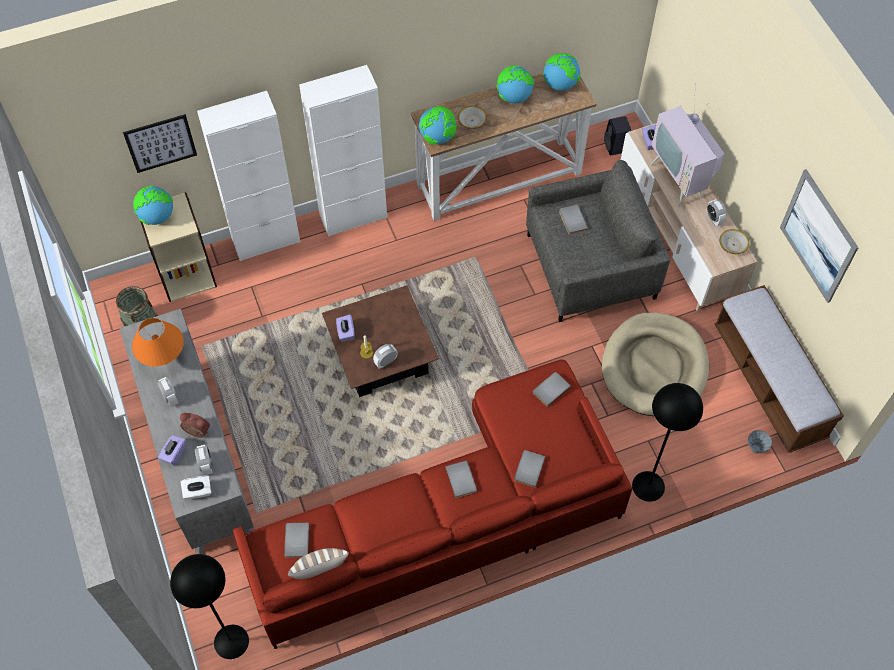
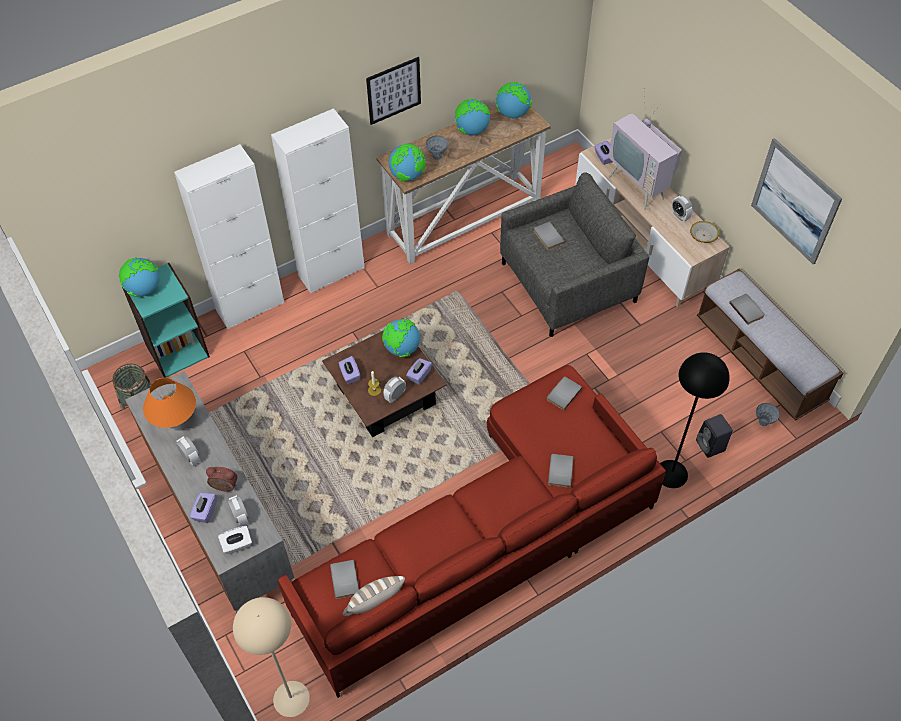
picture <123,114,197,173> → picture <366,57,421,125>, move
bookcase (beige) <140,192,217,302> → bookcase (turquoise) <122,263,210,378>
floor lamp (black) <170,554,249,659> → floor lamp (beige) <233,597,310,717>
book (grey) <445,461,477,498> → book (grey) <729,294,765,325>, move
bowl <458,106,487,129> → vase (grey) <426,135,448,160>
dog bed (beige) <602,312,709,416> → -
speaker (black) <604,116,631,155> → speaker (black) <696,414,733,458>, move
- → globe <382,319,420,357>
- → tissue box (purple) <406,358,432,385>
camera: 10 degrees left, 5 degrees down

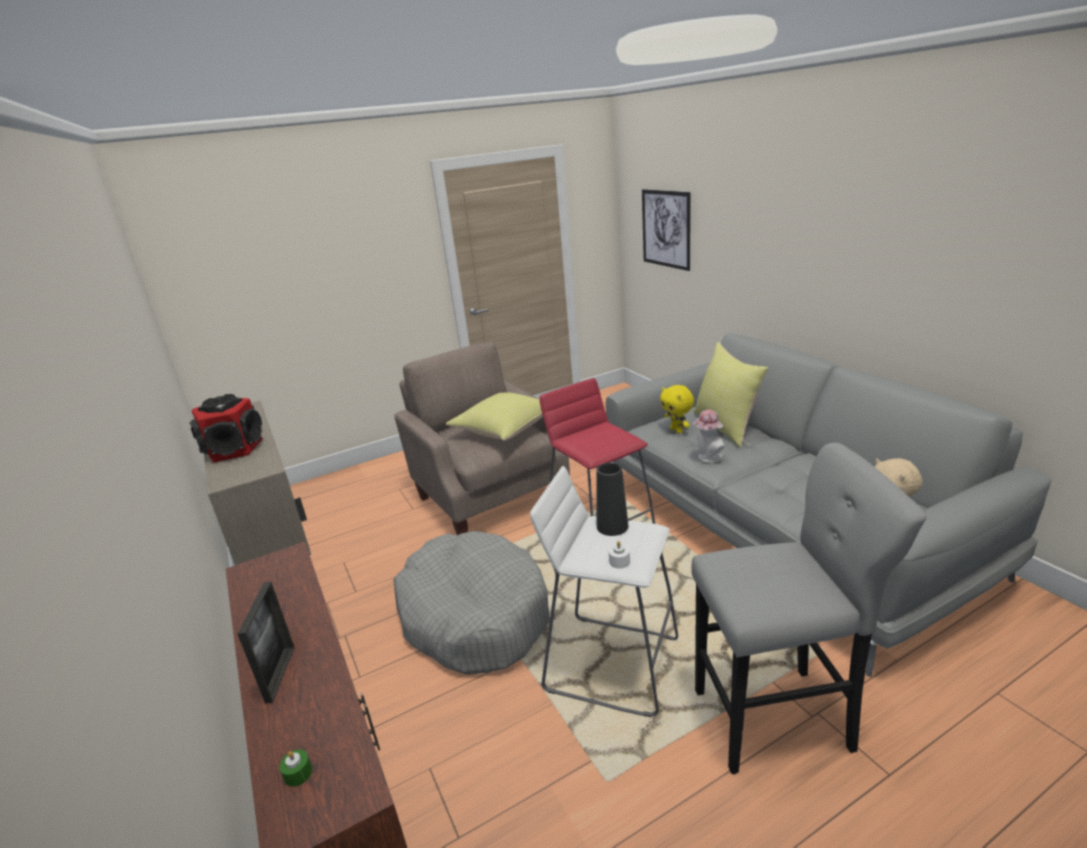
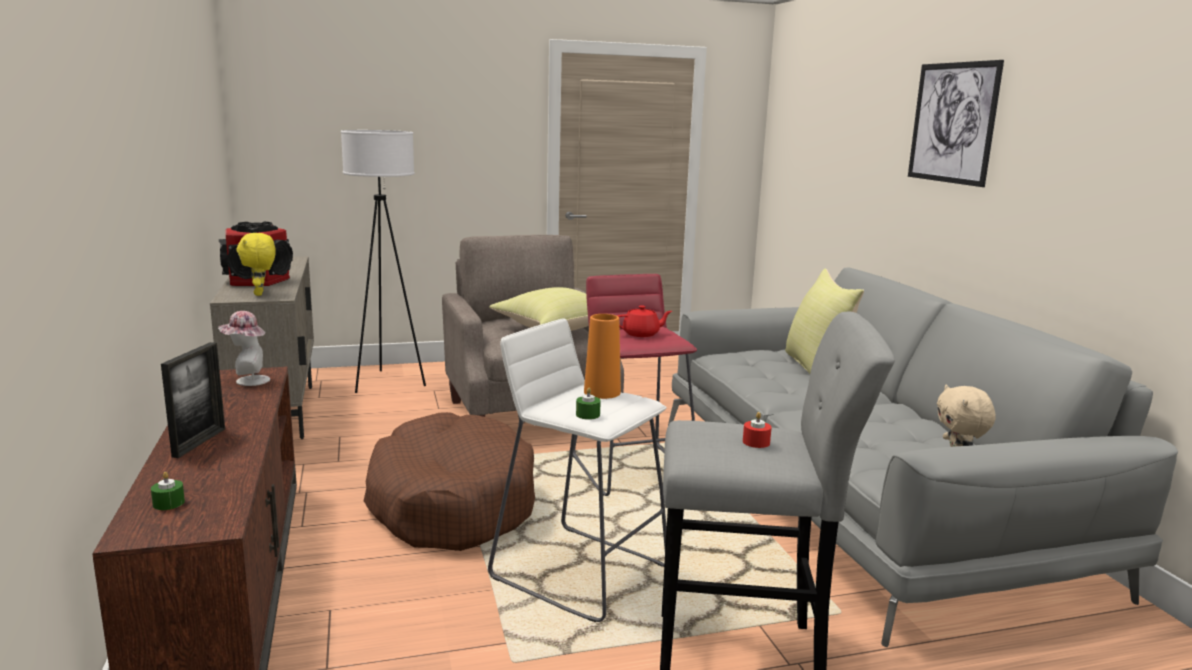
dog bed (grey) <393,531,550,675> → dog bed (brown) <364,412,535,551>
vase (black) <596,462,628,536> → vase (orange) <584,314,621,399>
candle (white) <609,541,630,569> → candle (green) <576,388,601,420>
picture <642,189,691,271> → picture <908,60,1004,187>, move
plush toy (yellow) <660,385,694,434> → plush toy (yellow) <236,233,276,296>, move
hat <693,410,725,463> → hat <218,311,270,386>, move
- → floor lamp (white) <341,130,426,393>
- → teapot (red) <617,305,672,337>
- → candle (red) <743,412,772,448>
camera: 10 degrees right, 10 degrees down

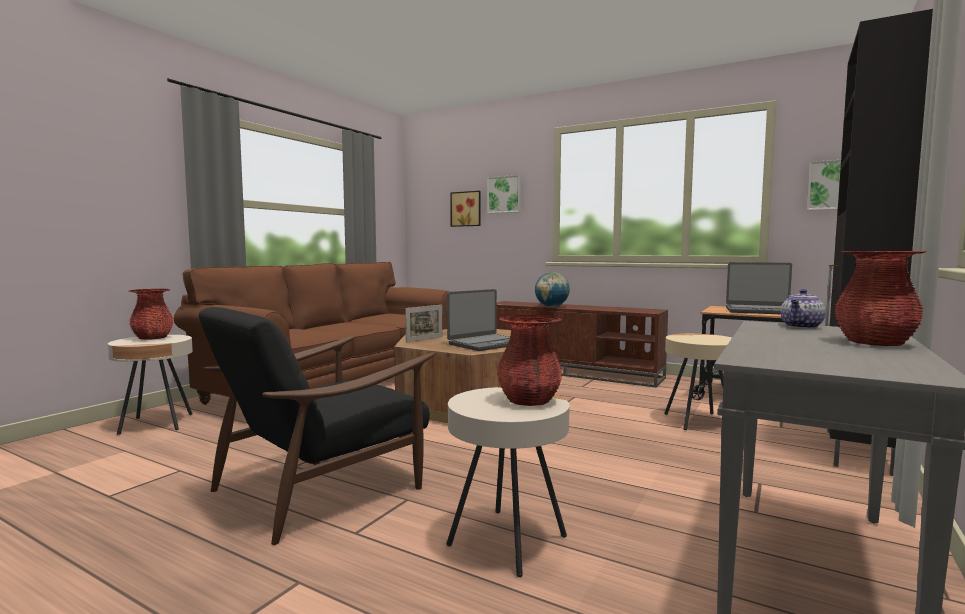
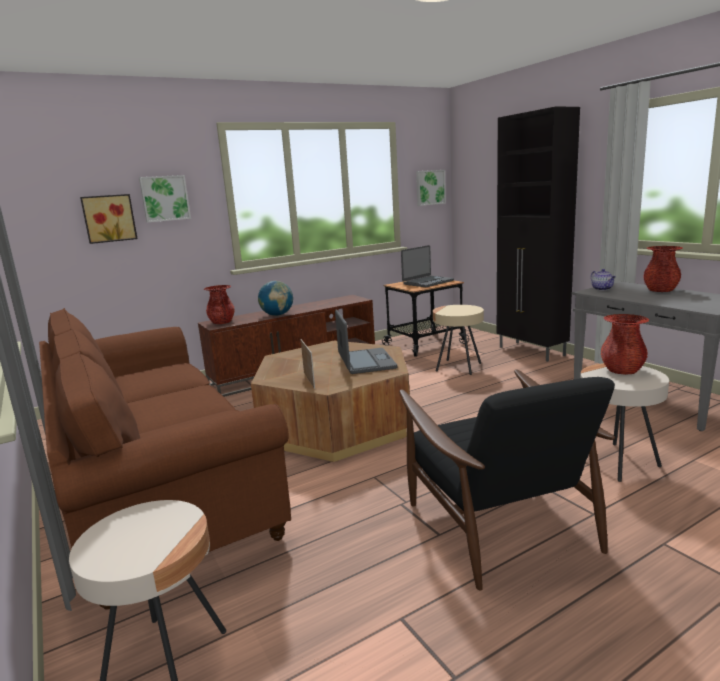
vase (red) <129,289,174,340> → vase (red) <204,285,235,324>, move
camera: 60 degrees left, 10 degrees up

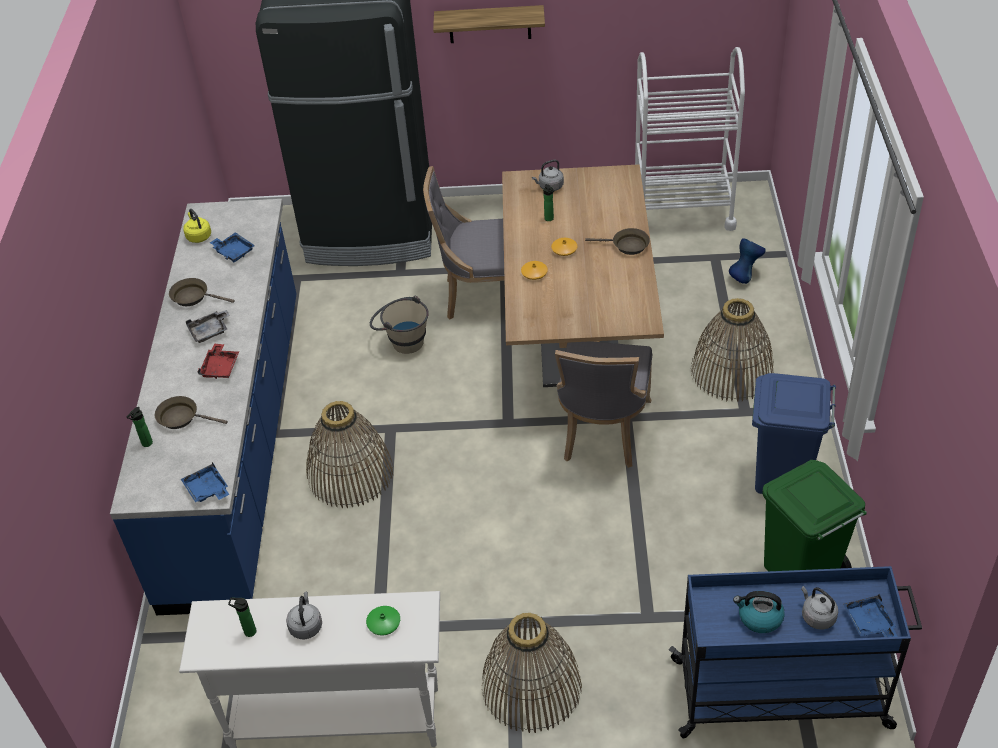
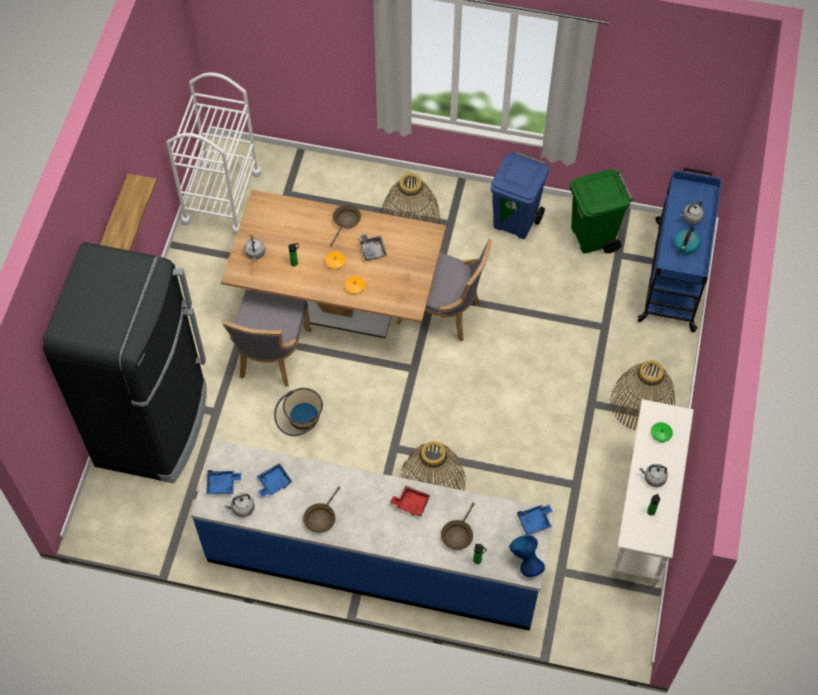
kettle (yellow) <183,209,211,243> → kettle (grey) <224,493,255,517>
tray (grey) <186,310,230,343> → tray (grey) <359,234,387,261>, move
vase (blue) <729,238,766,284> → vase (blue) <509,535,545,577>, move
tray (blue) <843,594,898,637> → tray (blue) <206,470,241,494>, move
camera: 80 degrees left, 15 degrees up

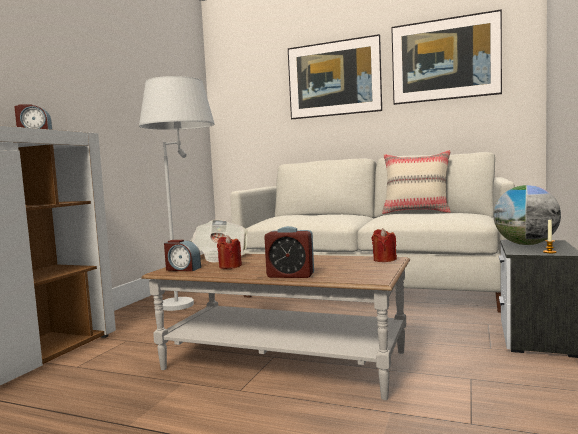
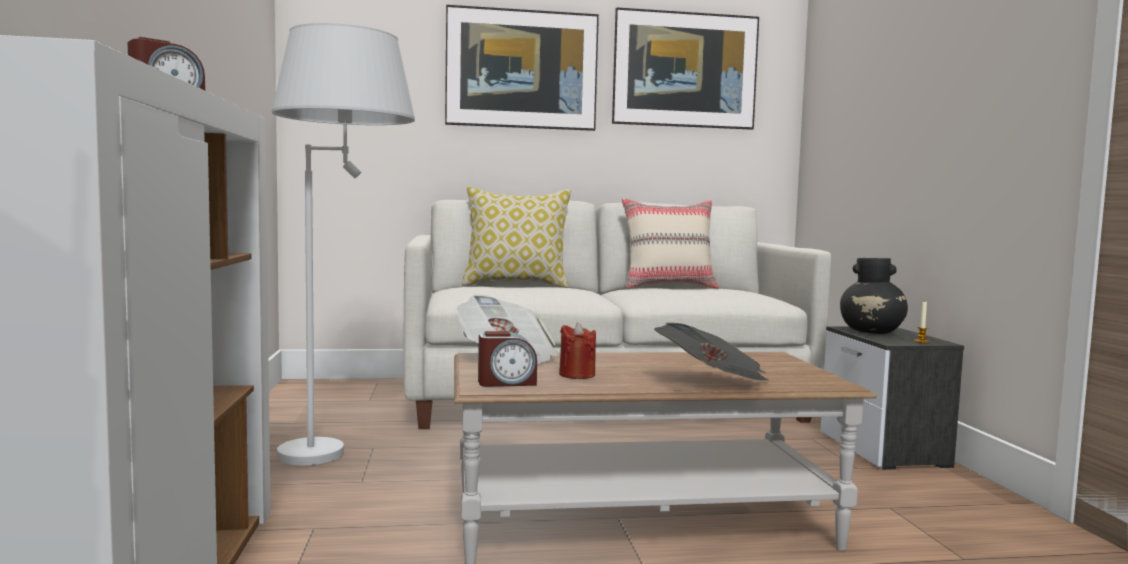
alarm clock <264,226,314,278> → newspaper <654,323,769,381>
candle (red) <372,228,397,262> → -
globe <493,185,561,245> → vase (black) <840,258,908,334>
- → pillow <462,187,571,288>
camera: 30 degrees left, 0 degrees up

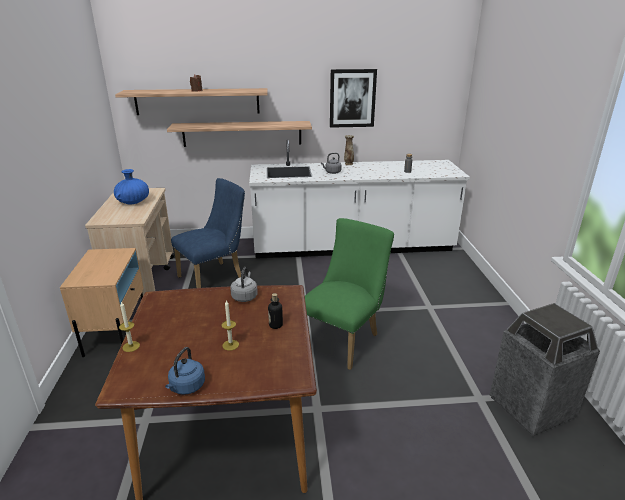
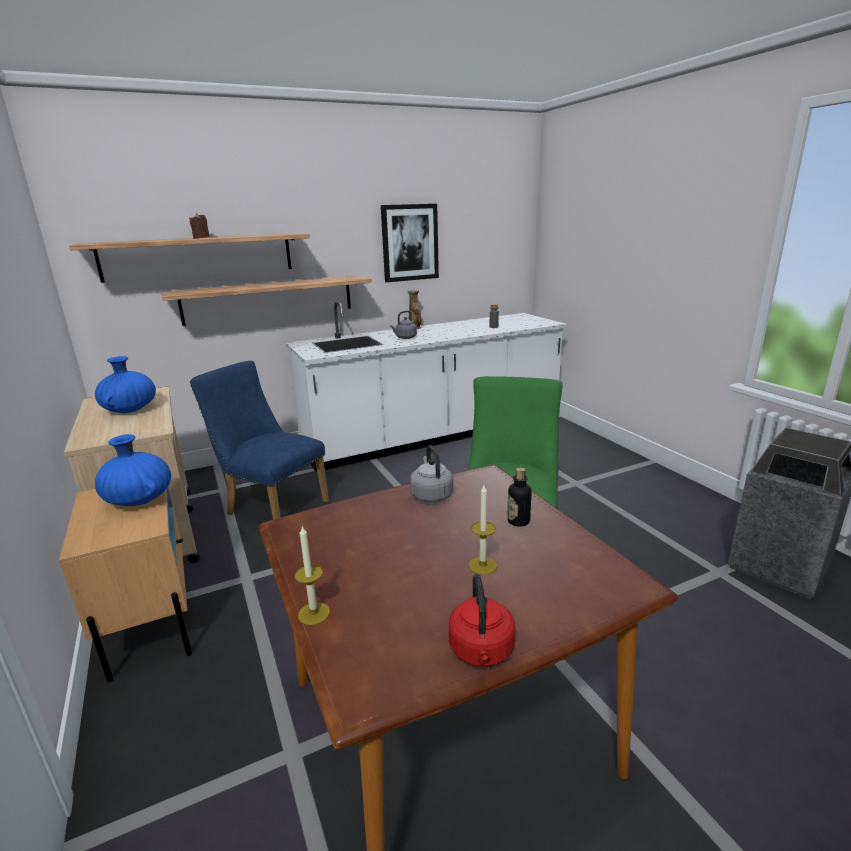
kettle (blue) <165,347,205,395> → kettle (red) <449,574,515,667>
chair (blue) <171,178,245,288> → chair (blue) <190,361,329,520>, 90 degrees counterclockwise
- → vase (blue) <95,434,171,506>
camera: 20 degrees left, 5 degrees down

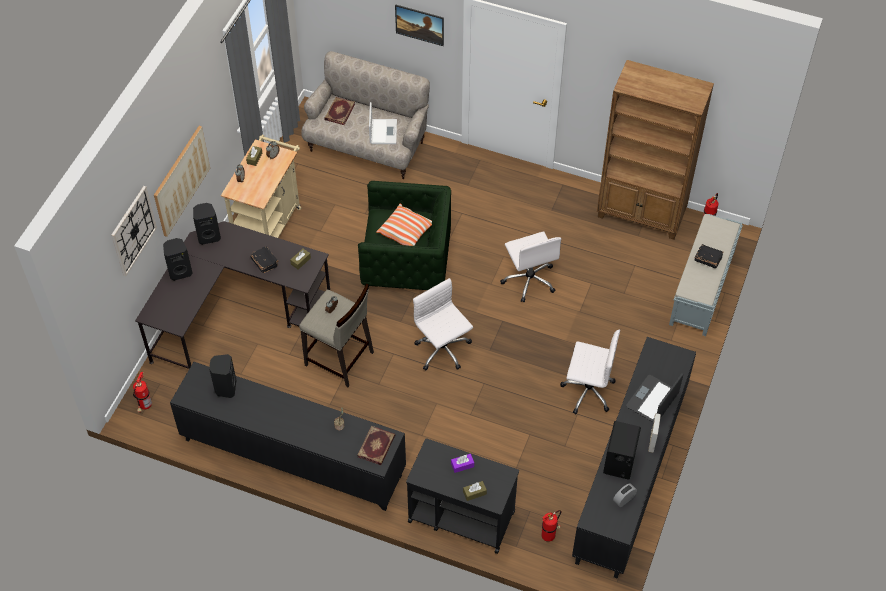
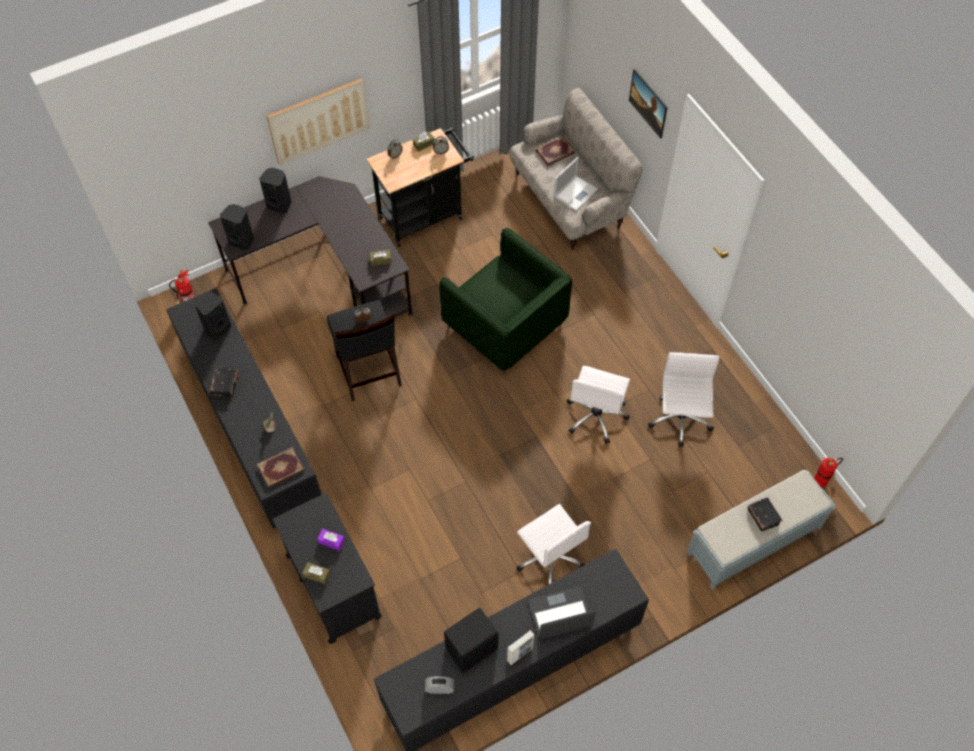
wall clock <111,186,157,276> → -
speaker (black) <193,203,221,245> → speaker (black) <220,204,254,250>, move
cart (beige) <221,135,301,238> → cart (black) <366,128,474,247>
book (black) <250,246,279,273> → book (black) <211,367,239,397>, move
stool (beige) <299,283,374,387> → stool (black) <327,300,402,401>
pillow <376,203,432,246> → -
office chair (white) <413,278,473,371> → office chair (white) <648,352,720,447>, move
fire extinguisher <541,510,562,542> → -
bookcase (brown) <597,60,714,240> → -
camera: 40 degrees right, 5 degrees up

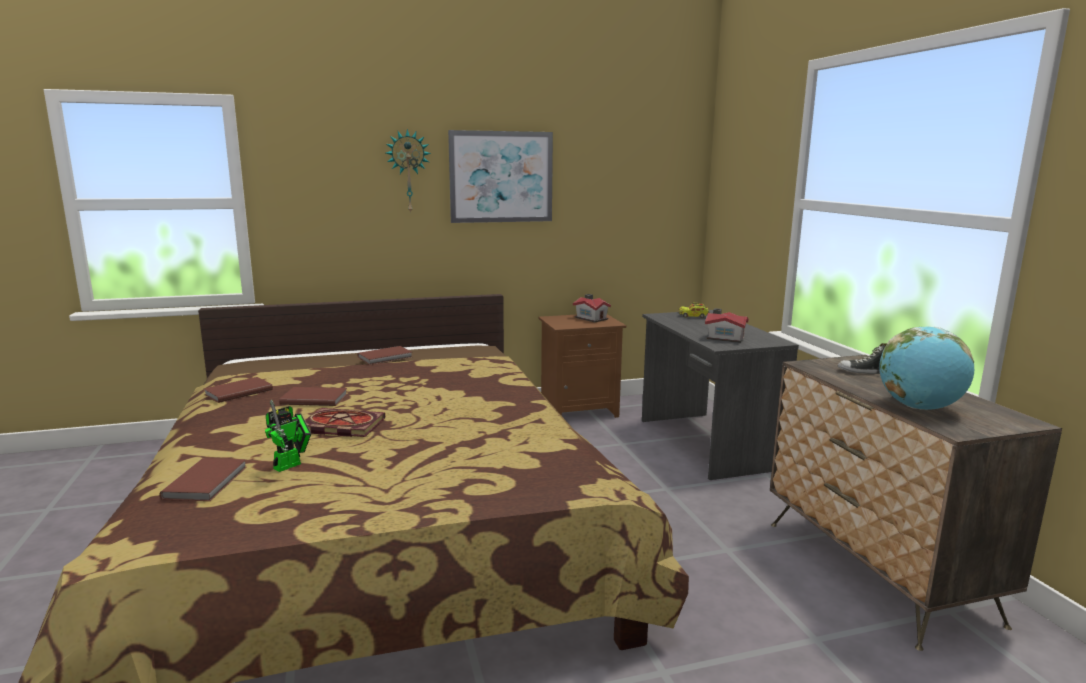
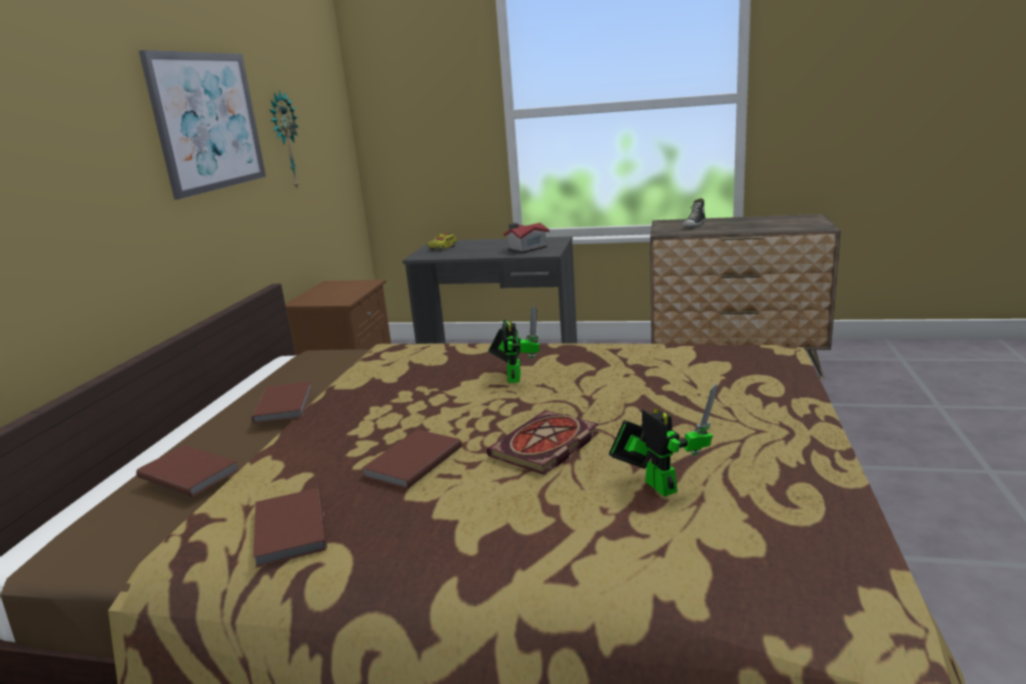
book (brown) <159,458,247,501> → book (brown) <136,445,239,497>, move
wall clock <386,129,431,214> → wall clock <269,90,299,190>, move
toy house <573,294,611,322> → -
globe <879,326,974,410> → -
- → toy robot <488,306,540,383>
camera: 60 degrees left, 5 degrees up

